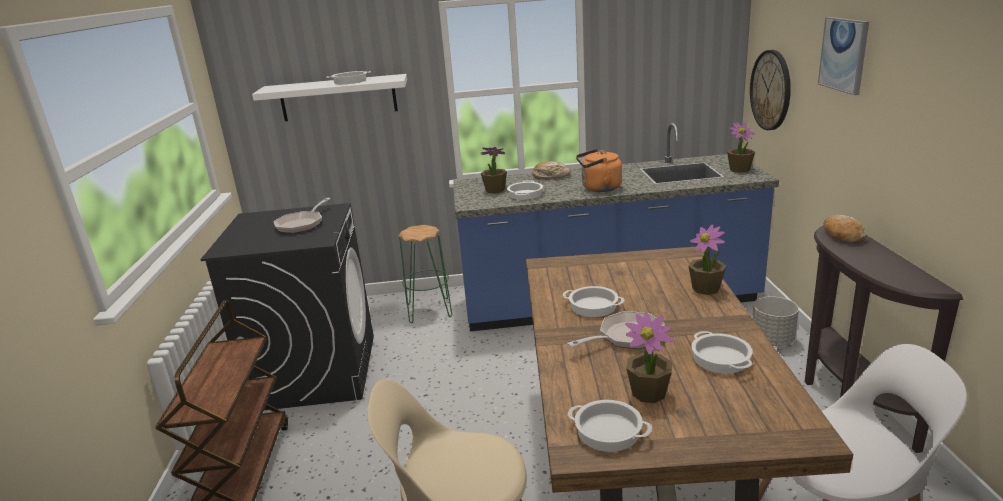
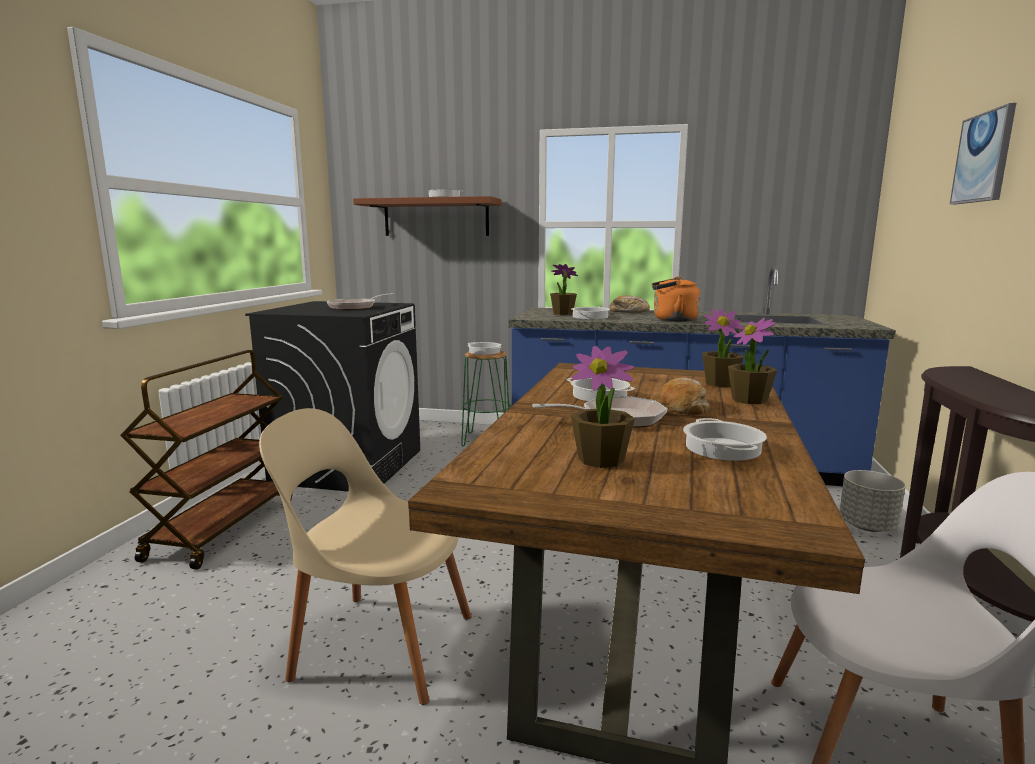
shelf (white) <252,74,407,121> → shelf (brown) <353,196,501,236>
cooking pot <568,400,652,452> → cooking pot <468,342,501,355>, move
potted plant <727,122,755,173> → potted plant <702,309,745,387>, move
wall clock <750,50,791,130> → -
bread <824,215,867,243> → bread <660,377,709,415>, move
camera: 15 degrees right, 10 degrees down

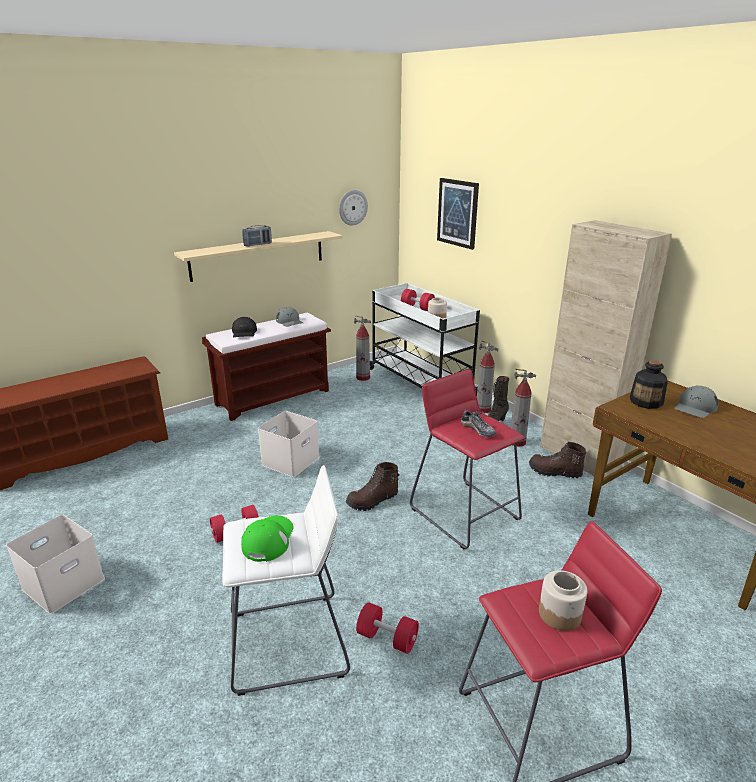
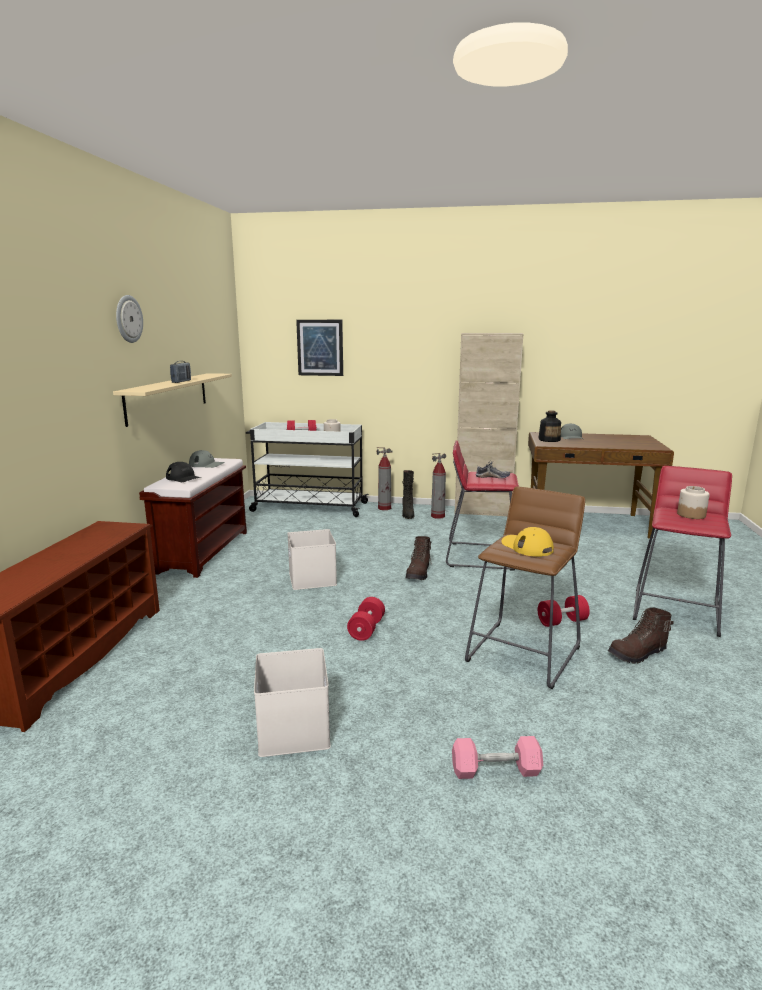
stool (white) <223,465,350,696> → stool (brown) <465,487,585,689>
cap (green) <241,515,293,562> → cap (yellow) <501,527,554,557>
wall clock <339,190,368,225> → wall clock <116,295,143,343>, move
fire extinguisher <354,315,371,381> → -
boot (brown) <529,442,586,478> → boot (brown) <608,607,674,664>, move
- → dumbbell (pink) <452,736,543,779>
camera: 45 degrees left, 10 degrees down

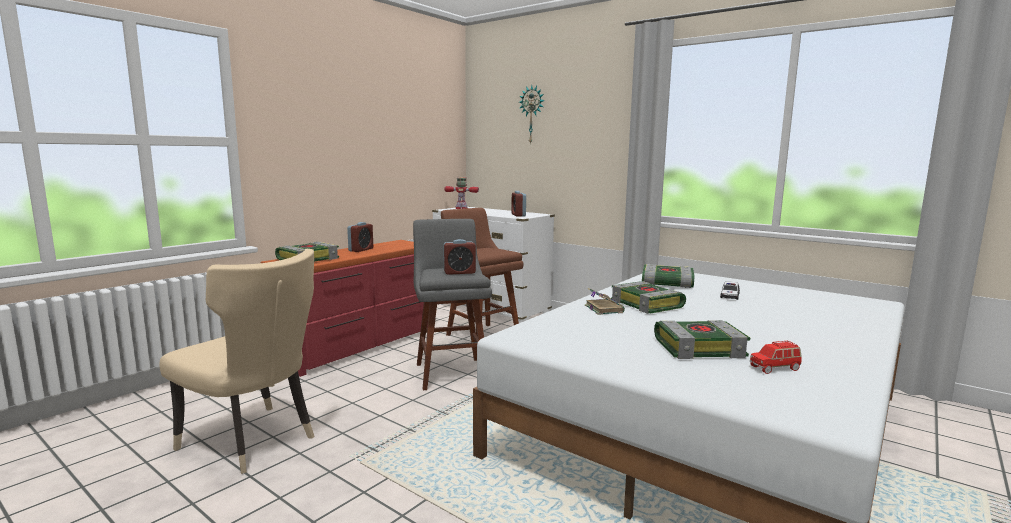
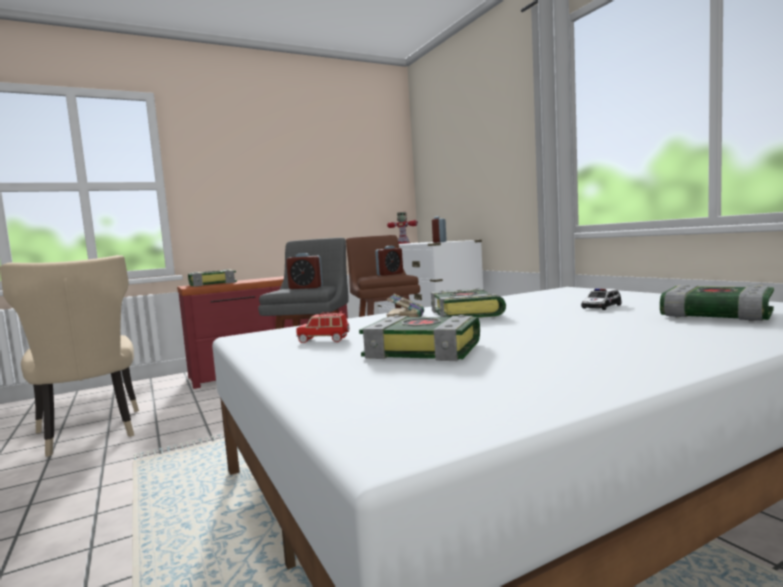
alarm clock <347,222,373,252> → alarm clock <375,246,403,276>, move
wall clock <519,85,545,144> → -
book <642,264,694,288> → book <660,285,774,321>, move
toy car (red) <750,341,802,374> → toy car (red) <296,312,349,343>, move
camera: 25 degrees right, 5 degrees down

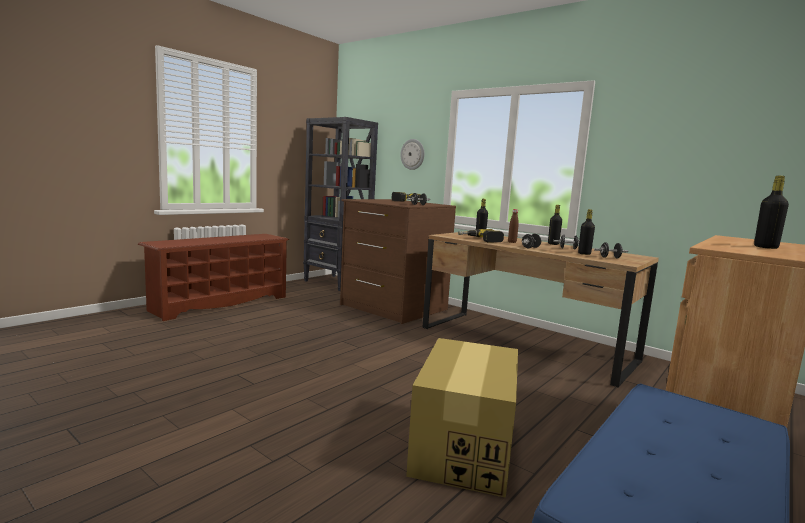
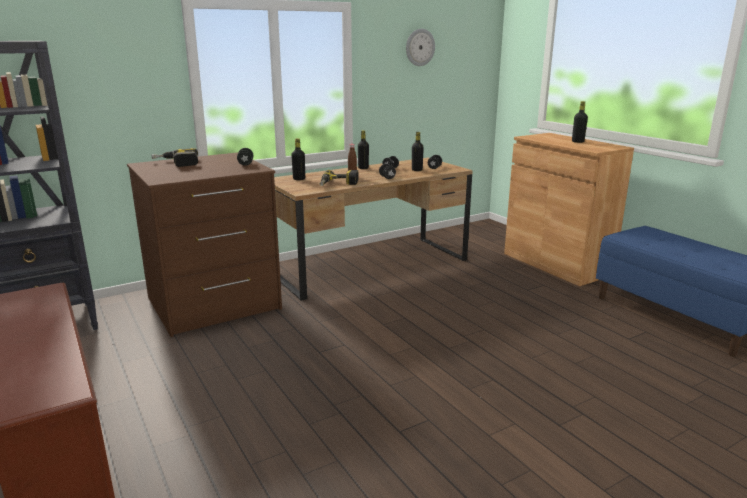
wall clock <400,139,424,170> → wall clock <406,29,435,66>, move
cardboard box <406,338,518,498> → -
camera: 70 degrees left, 10 degrees up

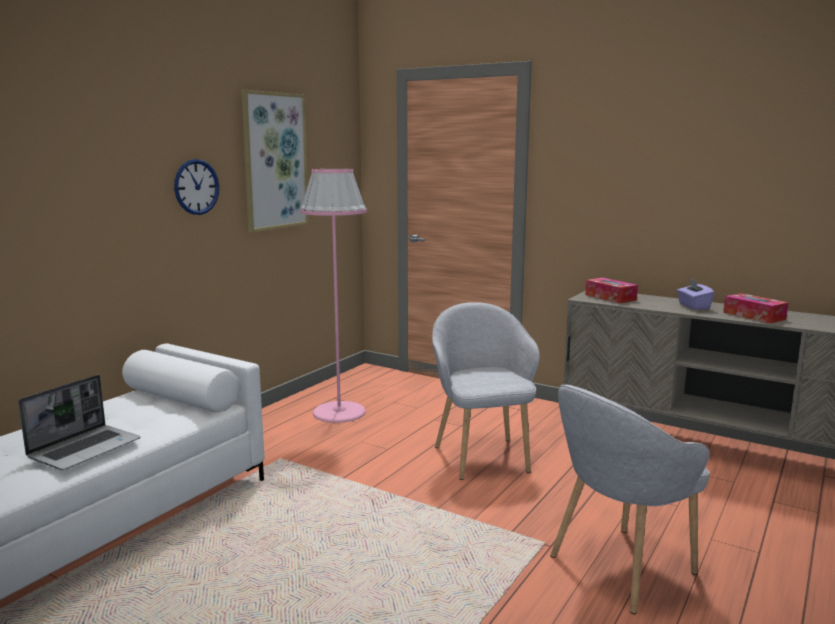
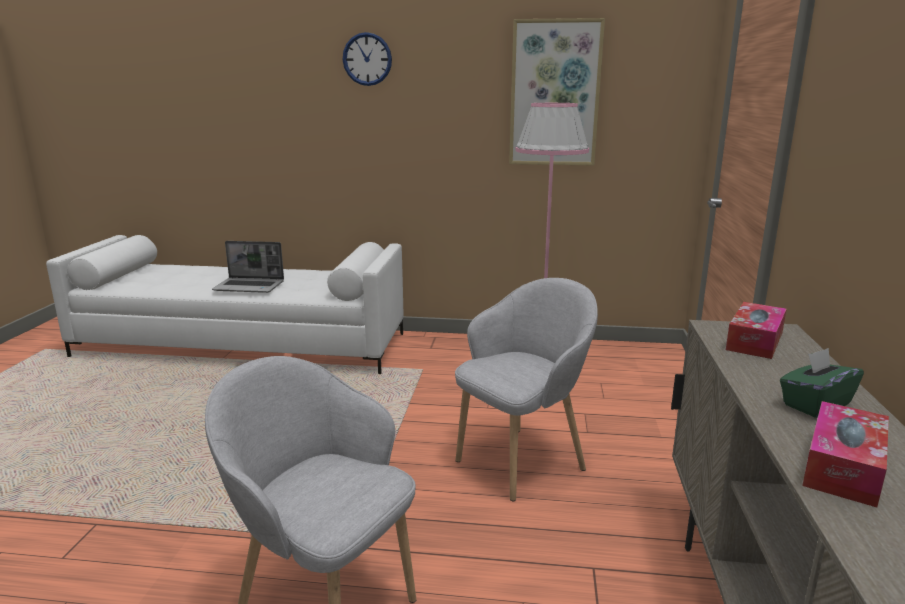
wall clock <174,159,219,215> → wall clock <343,32,392,86>, move
tissue box (purple) <677,279,715,310> → tissue box (green) <780,348,864,418>
camera: 65 degrees right, 5 degrees up

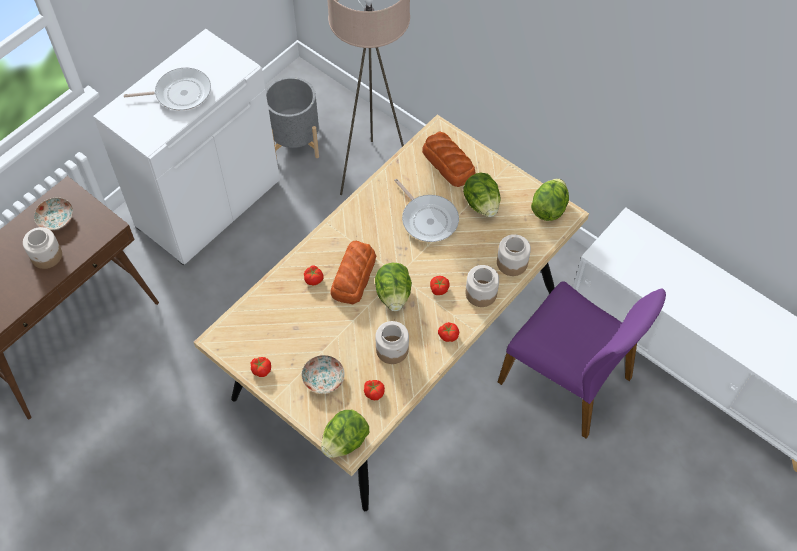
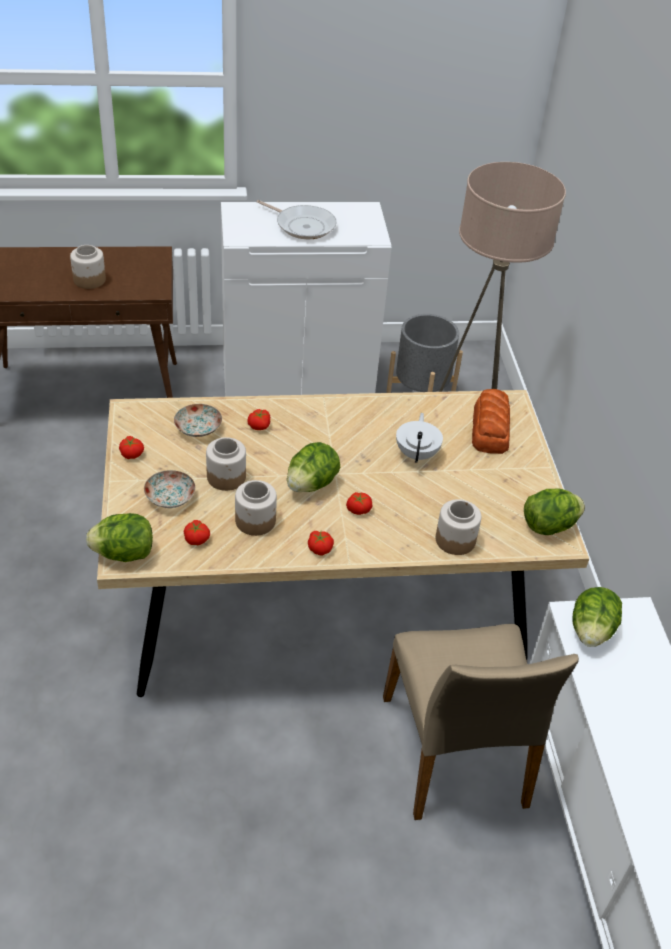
plate <34,198,73,230> → plate <174,404,222,437>, move
bread <330,241,376,304> → -
frying pan <394,179,459,242> → teapot (white) <396,413,443,462>
lettuce <463,173,500,217> → lettuce <572,587,622,647>, move
jar <466,265,499,307> → jar <206,437,246,491>, move
chair (purple) <498,281,666,438> → chair (beige) <383,624,579,820>
camera: 40 degrees right, 15 degrees down

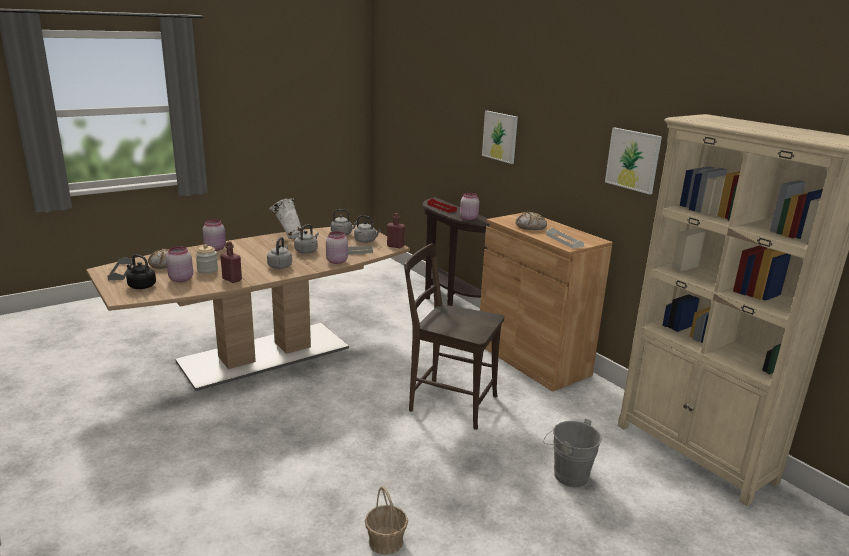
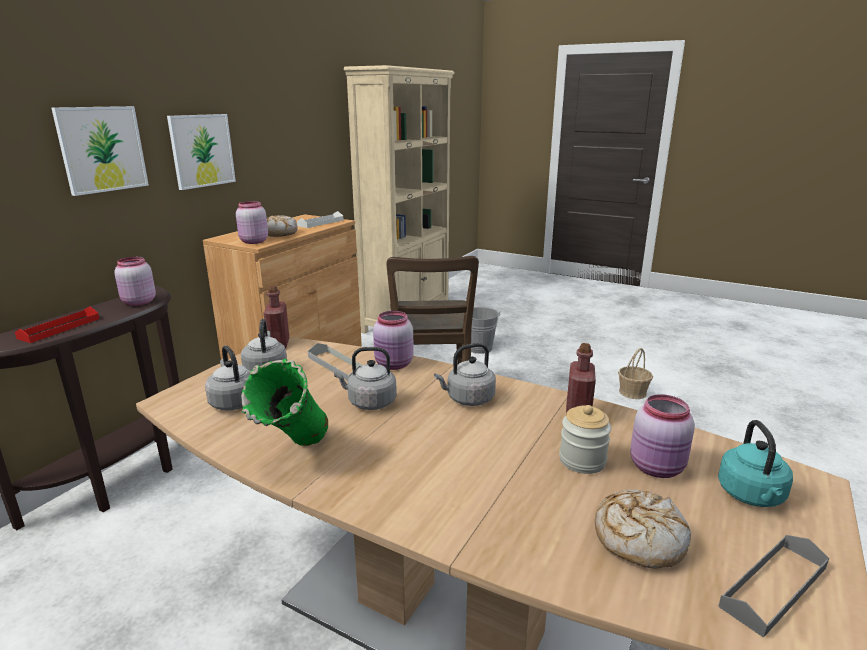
kettle (black) <126,254,156,289> → kettle (turquoise) <718,420,793,507>
jar (pink) <202,219,226,251> → jar (pink) <236,201,268,244>, move
vase (white) <269,199,301,239> → vase (green) <241,359,328,446>
picture <605,128,662,194> → picture <167,114,236,190>, move
camera: 115 degrees left, 0 degrees up

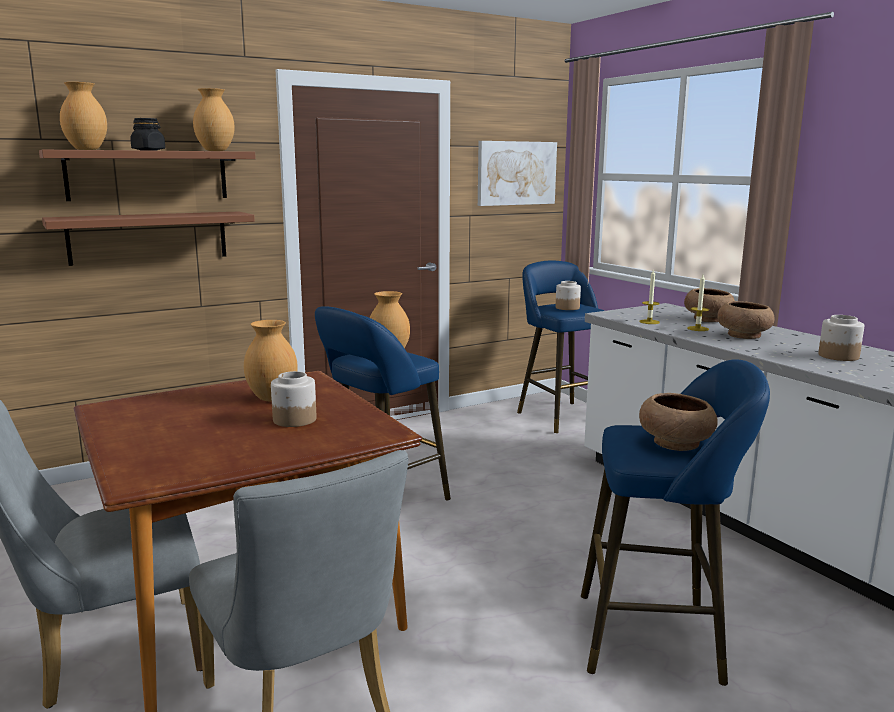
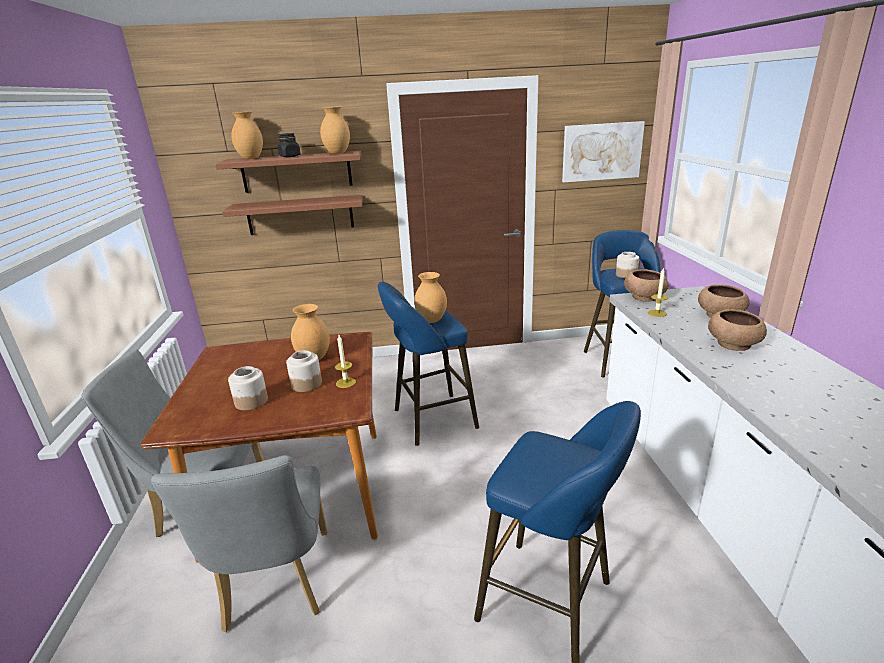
bowl (brown) <639,393,718,451> → bowl (brown) <624,269,668,302>, move
candle <687,275,709,331> → candle <335,335,356,388>, move
jar <818,315,864,361> → jar <228,366,268,410>, move
camera: 25 degrees right, 10 degrees up

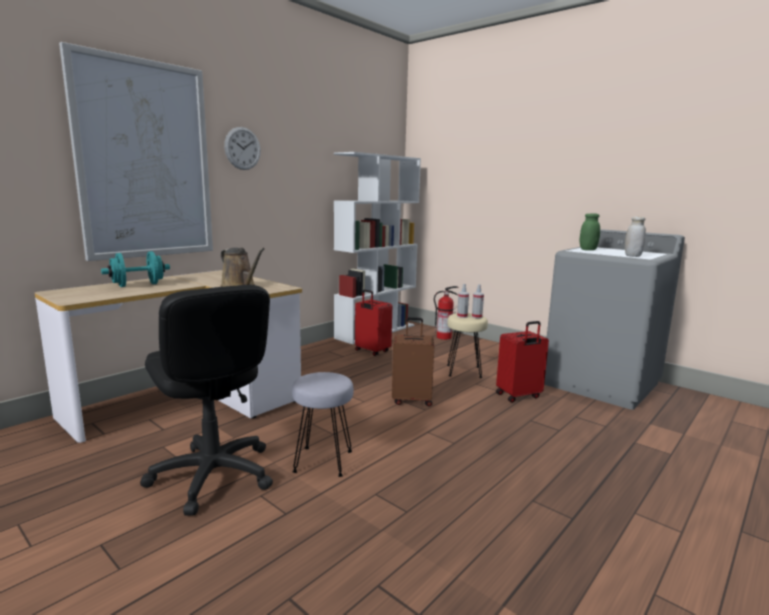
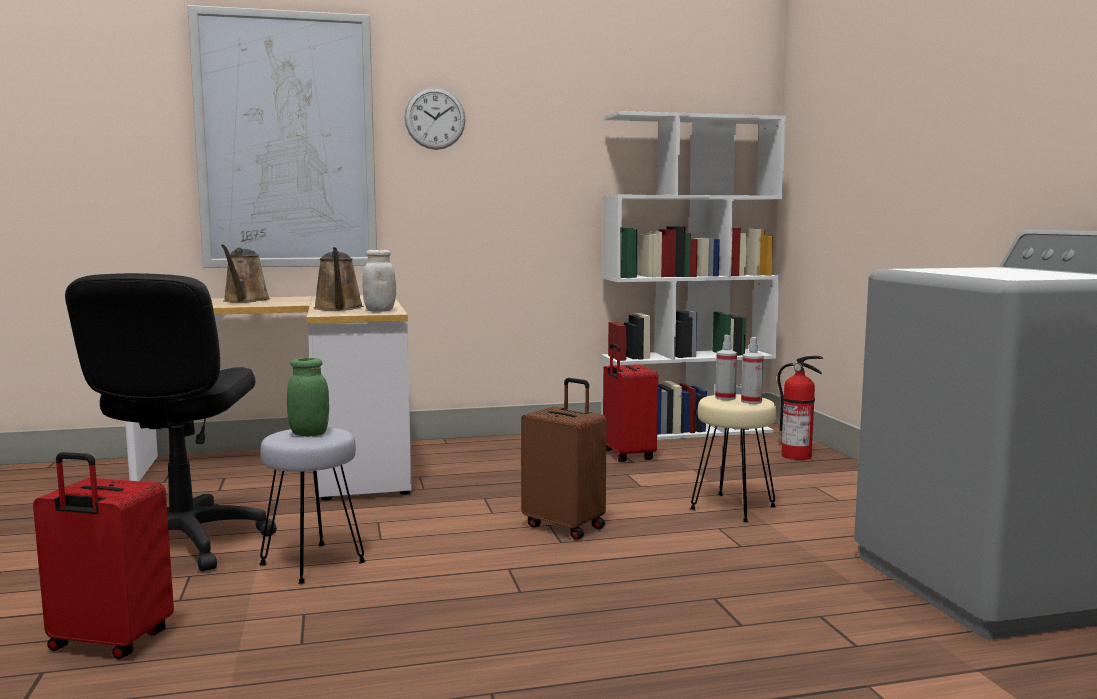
dumbbell (turquoise) <101,251,170,287> → watering can (brown) <221,244,270,303>
suitcase (red) <496,321,549,403> → suitcase (red) <33,452,174,659>, move
jar (green) <580,213,600,250> → jar (green) <287,358,329,437>, move
jar (white) <625,216,646,257> → jar (white) <362,250,396,312>, move
camera: 35 degrees right, 5 degrees down

